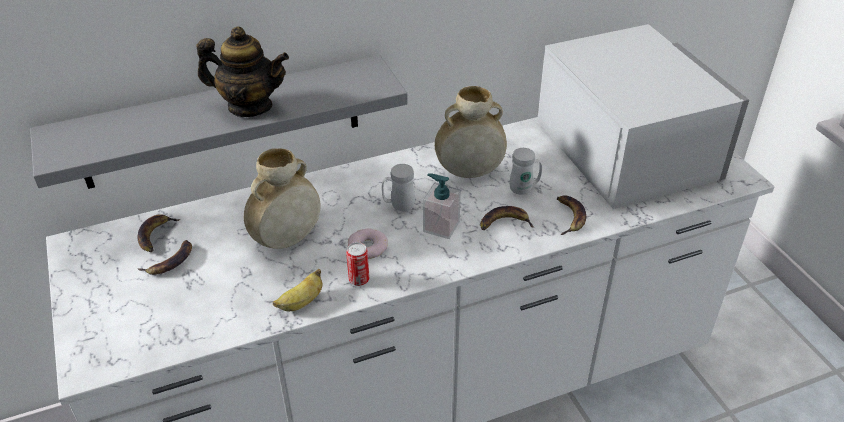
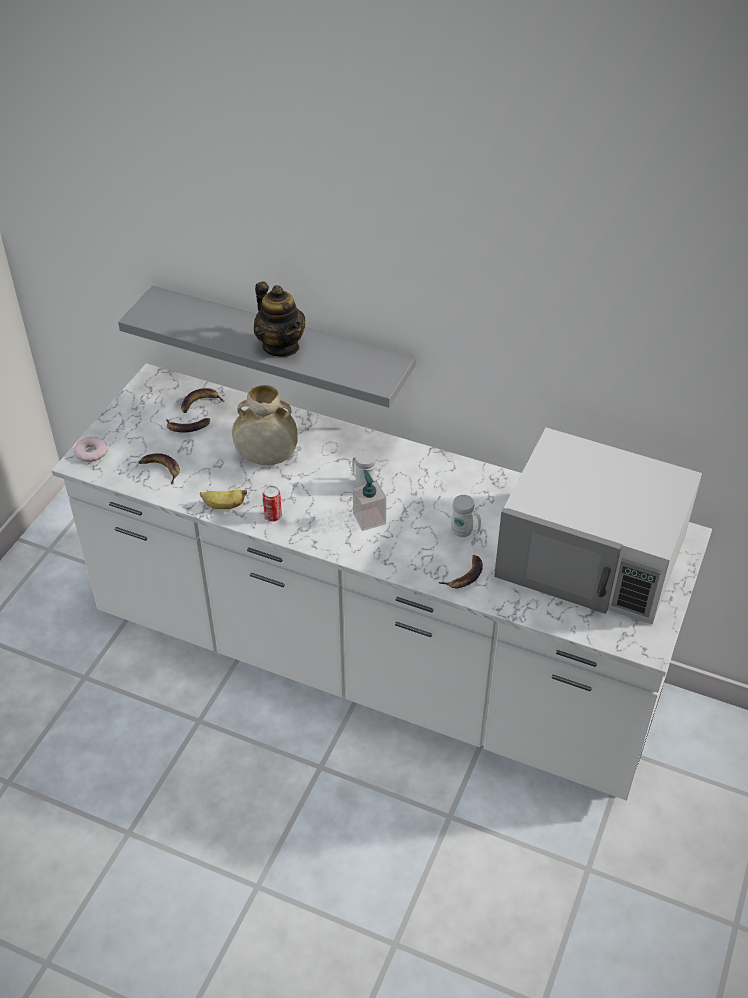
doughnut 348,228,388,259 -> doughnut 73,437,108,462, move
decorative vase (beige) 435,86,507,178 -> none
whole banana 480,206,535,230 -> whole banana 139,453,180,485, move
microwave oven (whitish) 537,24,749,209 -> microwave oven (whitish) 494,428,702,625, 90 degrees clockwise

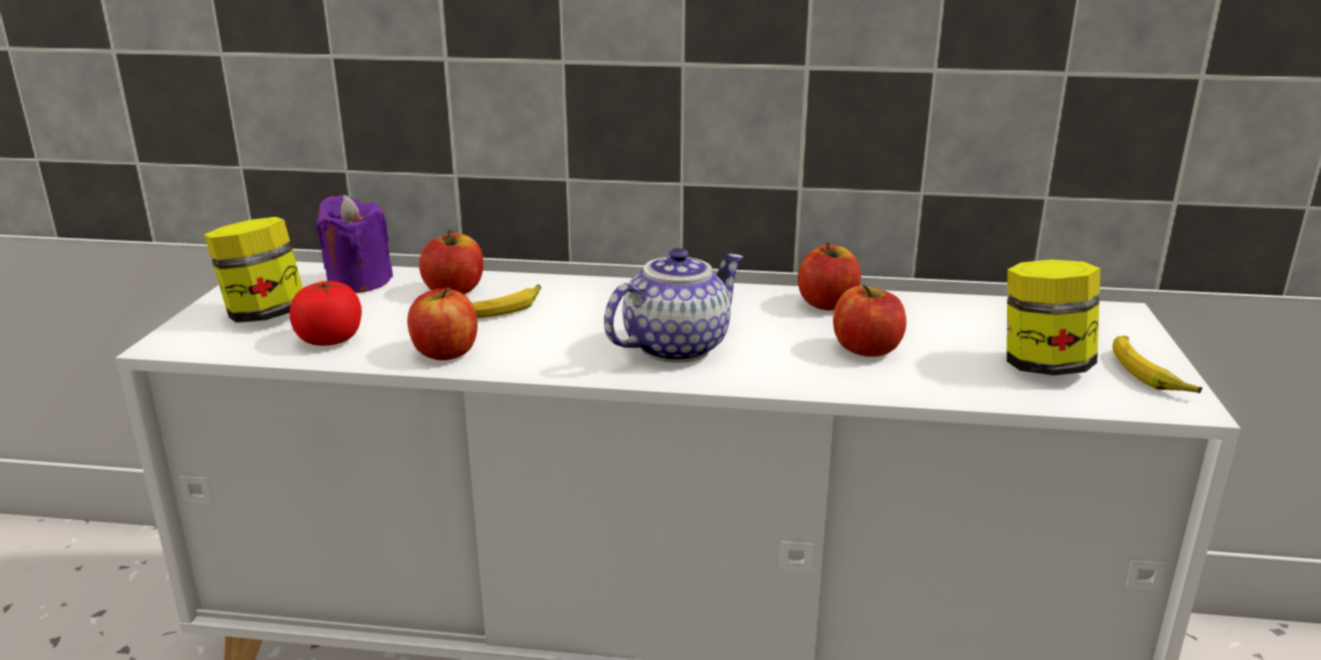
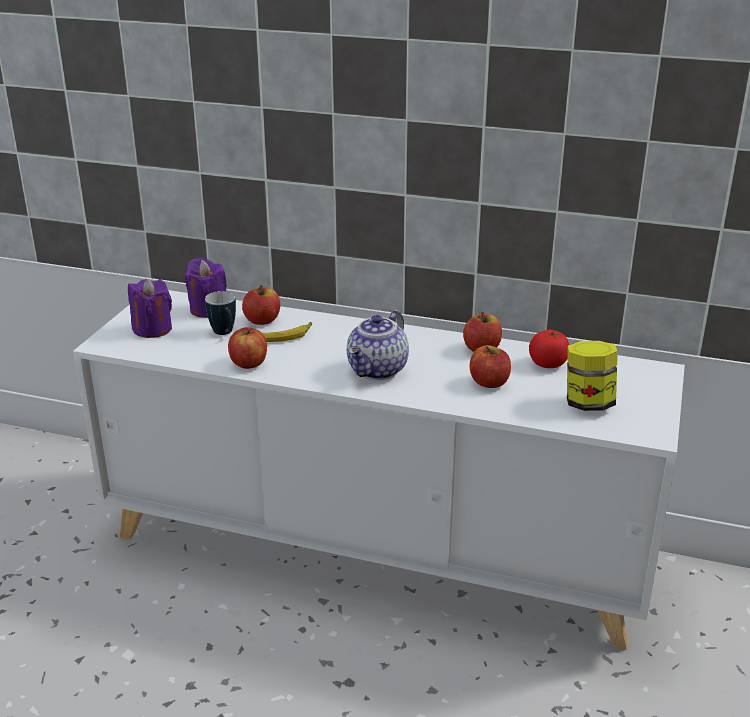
preserve jar 204,217,303,323 -> wax light (purple) 128,279,172,338
tomato 289,281,362,346 -> tomato 529,330,569,368, move
pot for tea 604,248,744,363 -> pot for tea 347,310,409,380, 150 degrees clockwise
whole banana 1113,336,1202,393 -> none
none -> coffee mug 205,291,236,335

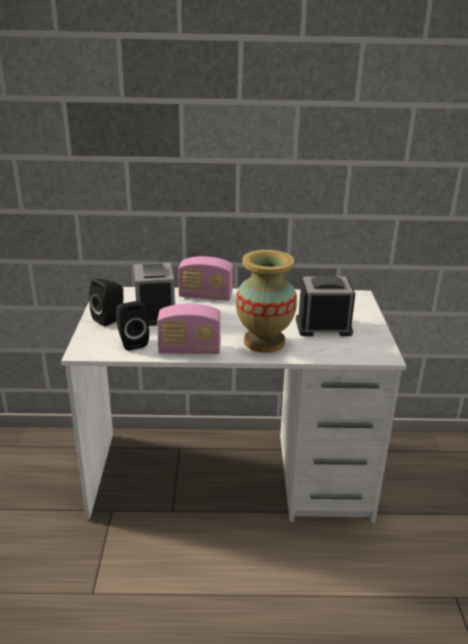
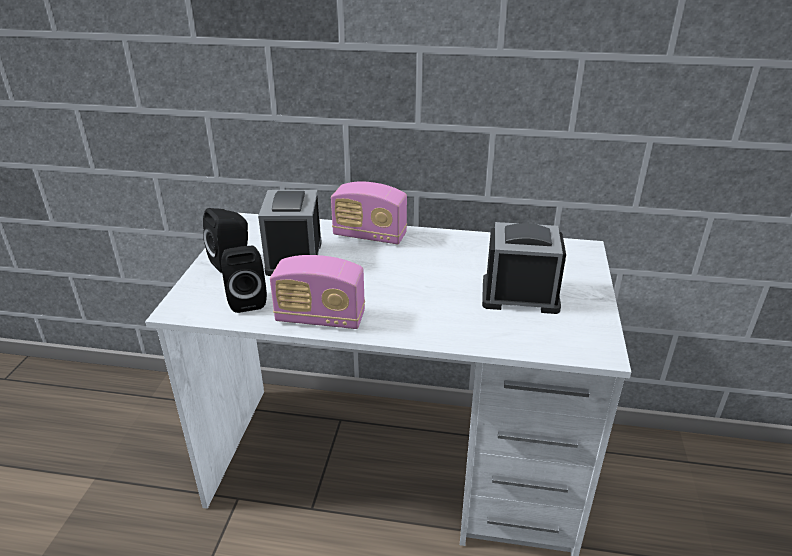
decorative vase 236,250,297,353 -> none

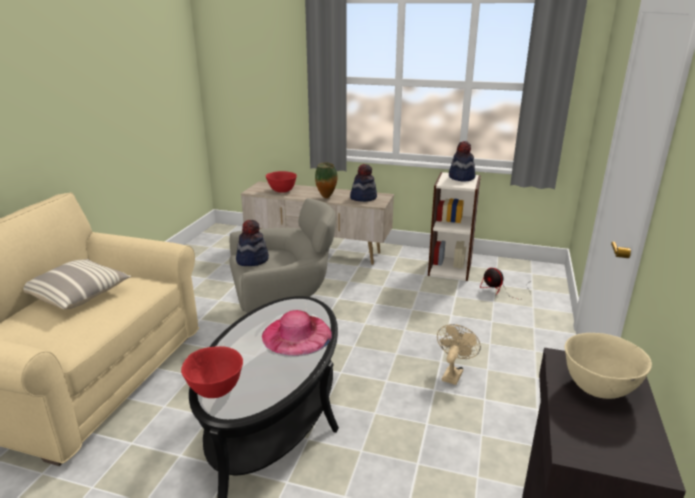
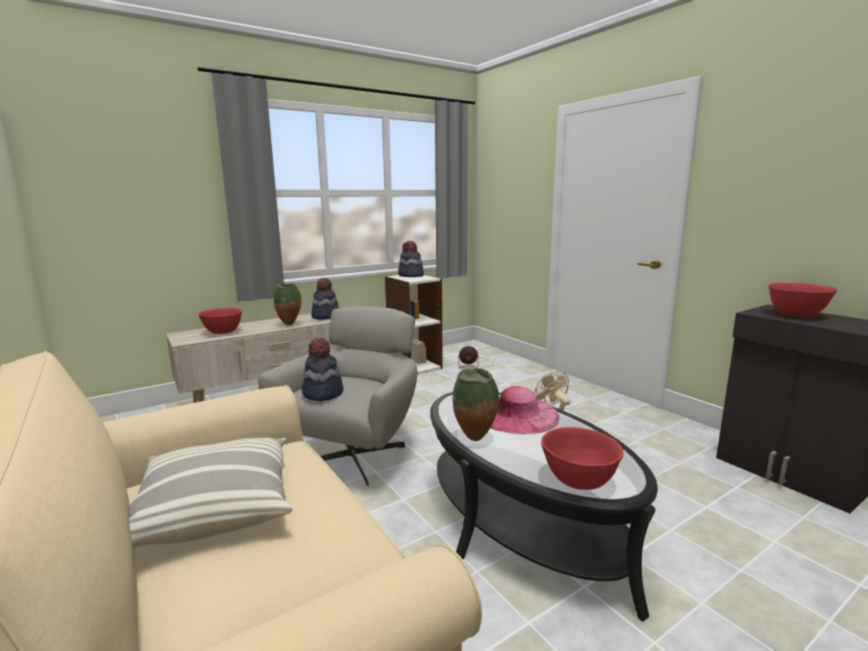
bowl (beige) 564,333,652,399 -> bowl (red-coloured) 769,283,837,317
none -> decorative vase 453,368,499,441

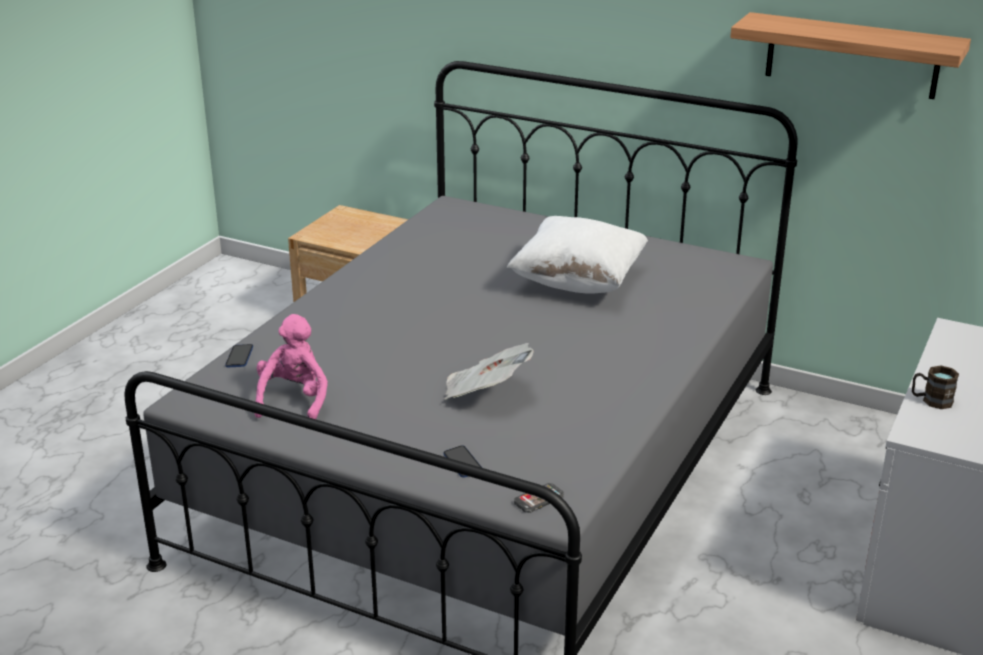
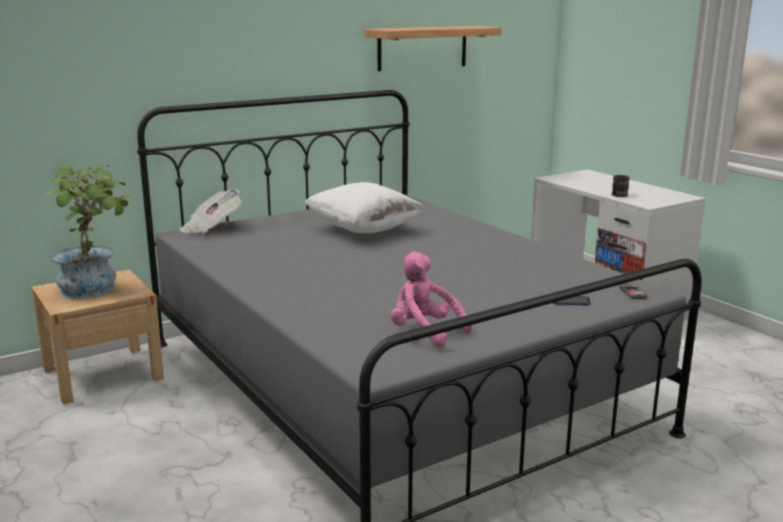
phone 225,344,253,367 -> none
newspaper 444,343,534,399 -> newspaper 180,189,242,233, move
none -> plant in a pot 45,165,135,299

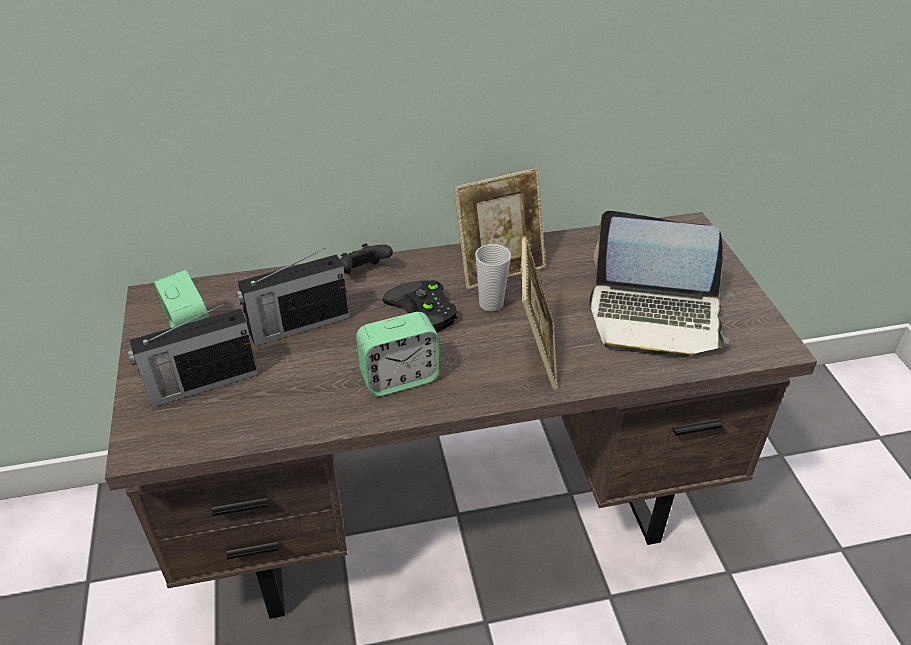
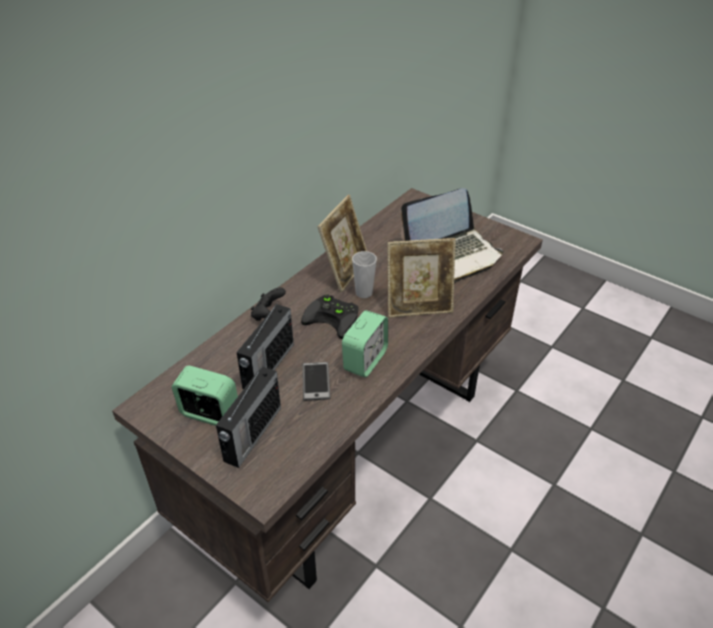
picture frame 520,236,558,390 -> picture frame 387,238,456,318, 120 degrees clockwise
none -> phone 302,362,330,401

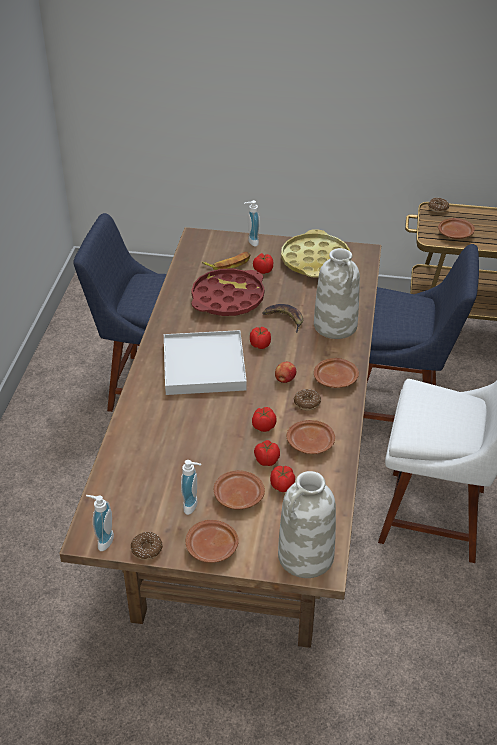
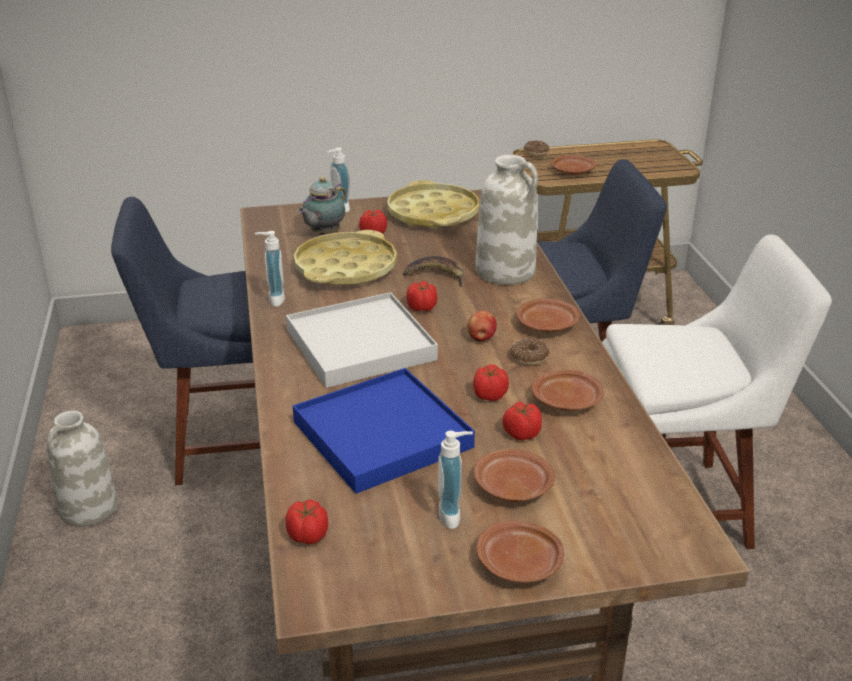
soap bottle 86,495,114,551 -> soap bottle 255,231,285,307, move
doughnut 131,532,163,560 -> none
serving tray (red-coloured) 191,269,264,316 -> serving tray (yellow) 294,230,397,285
whole banana 202,252,251,270 -> pot for tea 297,177,346,235
tomato 270,466,295,492 -> tomato 285,499,328,544, move
decorative vase (whitish) 278,471,336,578 -> decorative vase (whitish) 47,411,117,527, move
none -> serving tray (bluish) 293,368,475,494

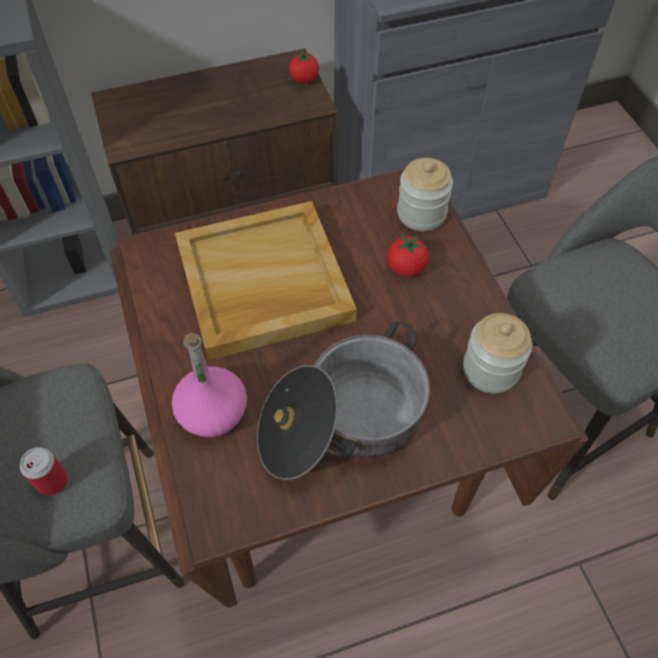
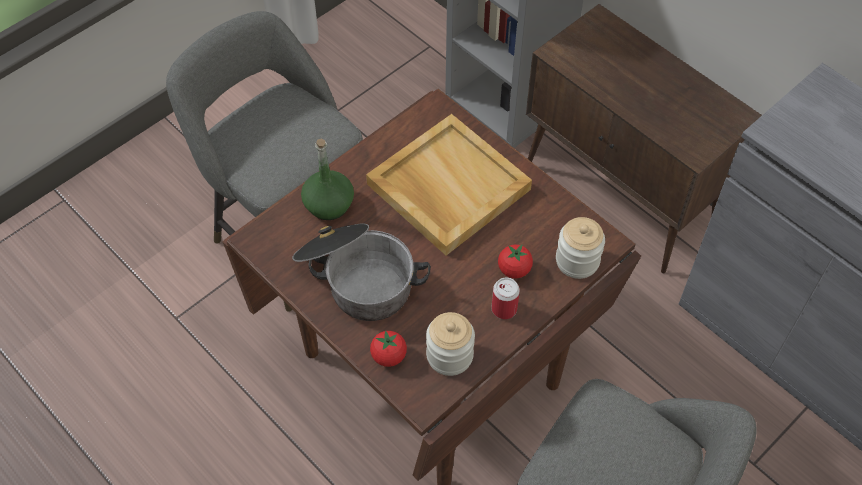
can 20,447,68,496 -> can 492,277,520,319, move
drink bottle (pink) 172,333,247,437 -> drink bottle (green-coloured) 301,139,354,220
tomato 289,51,319,83 -> tomato 370,330,407,367, move

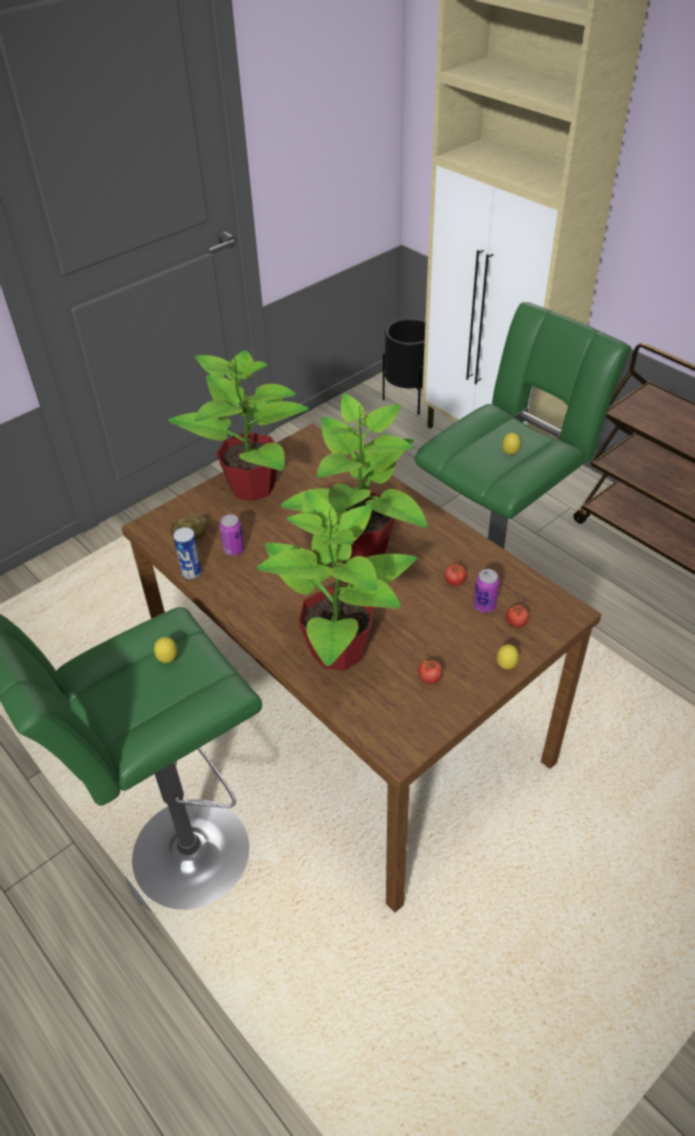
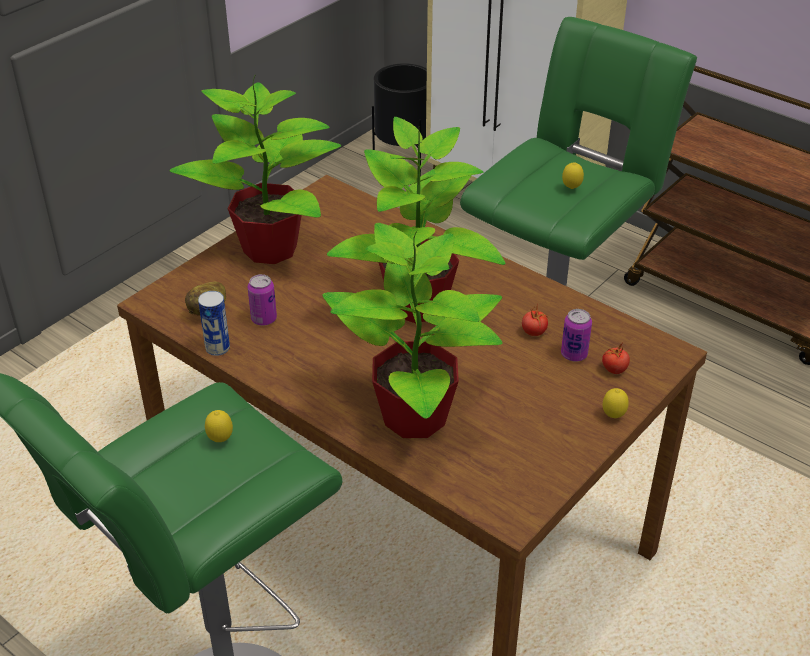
tomato 418,660,443,684 -> none

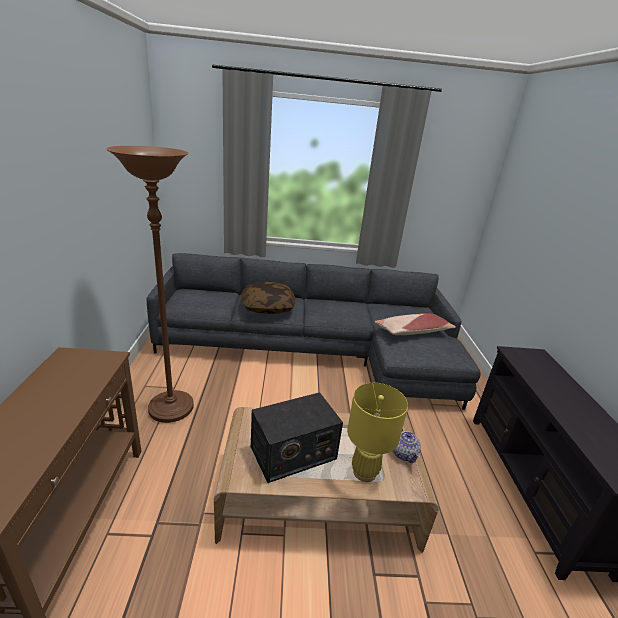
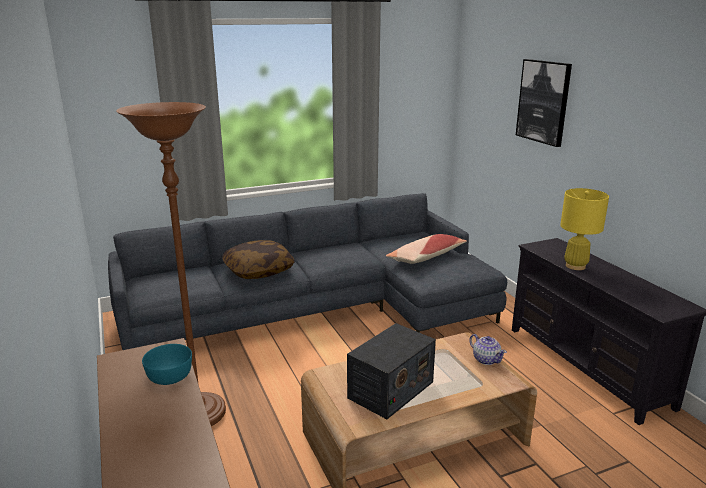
lamp for a table (yellow) 347,383,408,482 -> lamp for a table (yellow) 560,188,609,270, move
none -> bowl (turquoise) 142,344,192,385
none -> wall picture 516,59,572,147

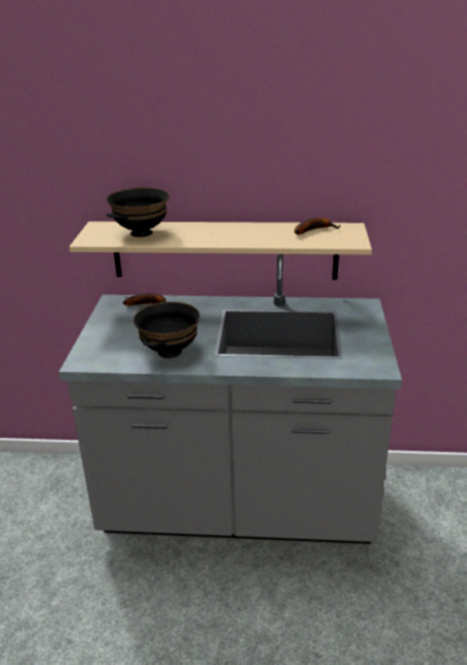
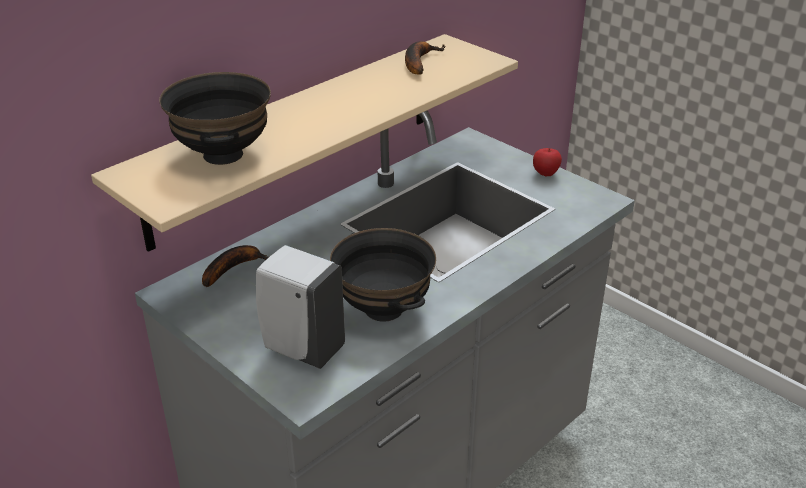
none -> soap bottle (whitish) 256,245,345,369
none -> apple fruit 533,148,562,176

